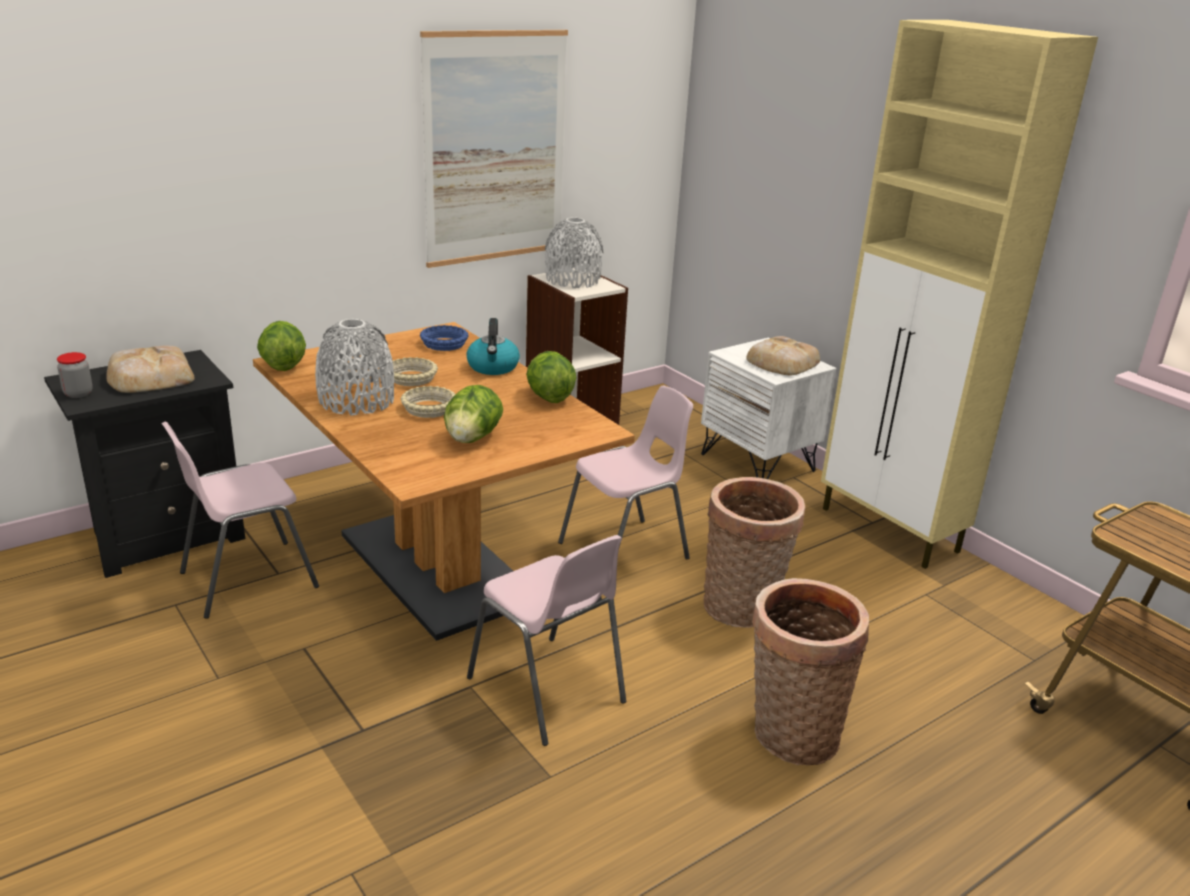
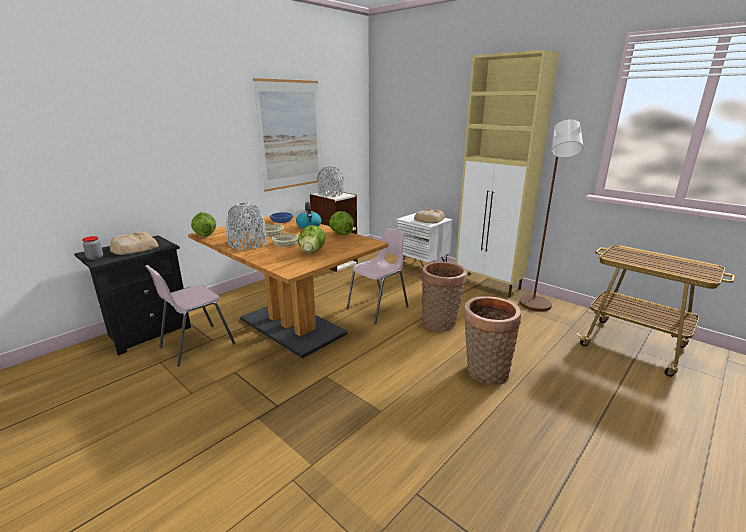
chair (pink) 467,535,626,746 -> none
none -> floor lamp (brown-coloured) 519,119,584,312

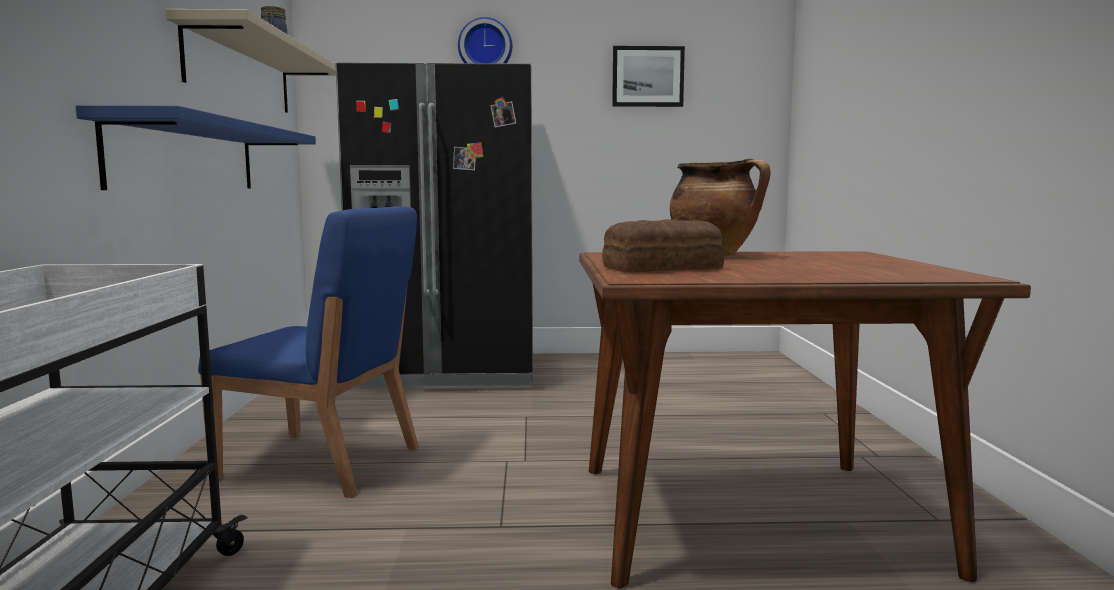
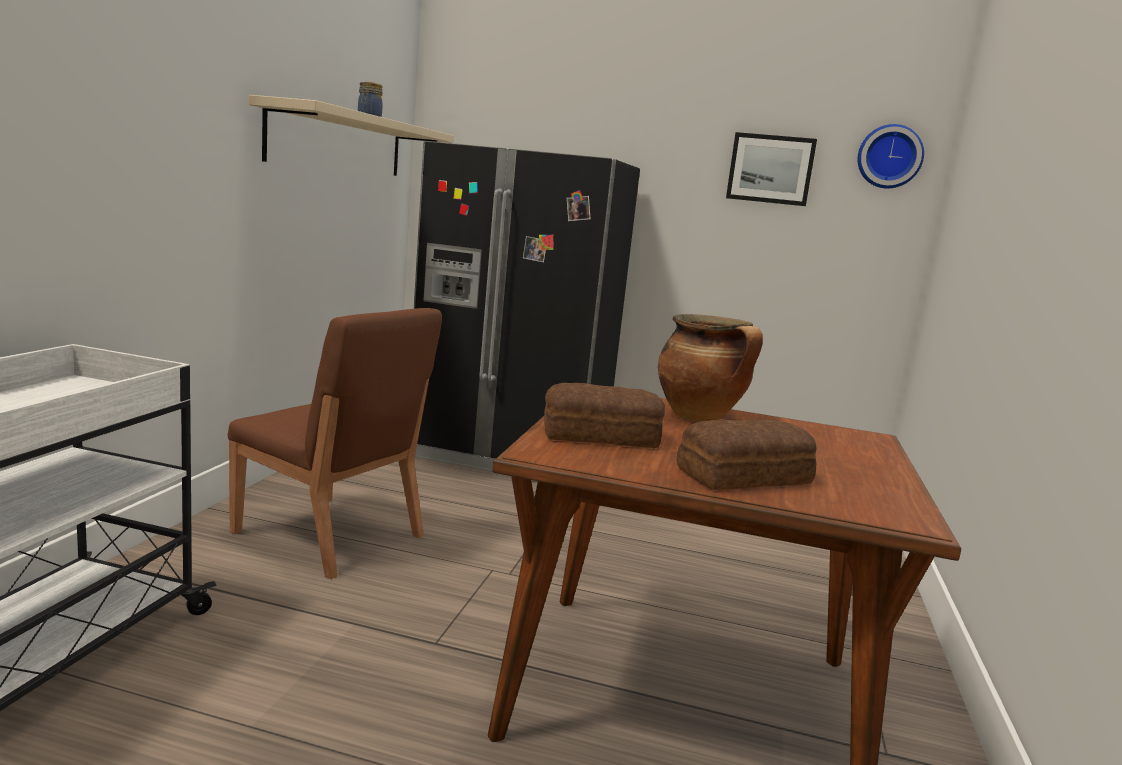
wall shelf (bluish) 76,105,316,190 -> none
chair (bluish) 198,206,419,498 -> chair (brown-coloured) 228,308,442,579
wall clock 458,17,512,63 -> wall clock 858,124,924,188, move
none -> bakery bread 676,419,817,490

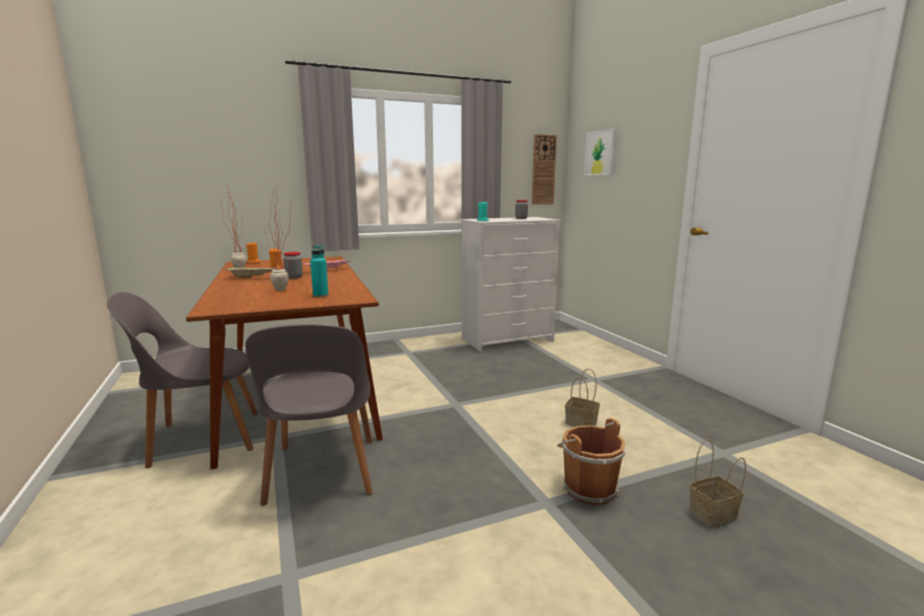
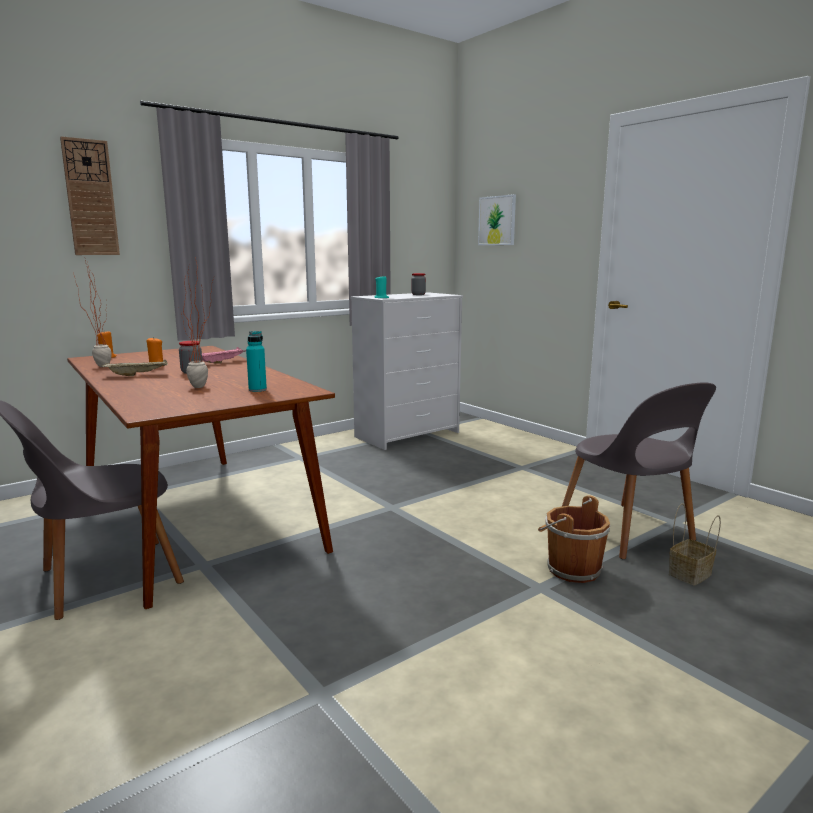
chair (grey) 245,324,373,506 -> chair (grey) 562,383,716,559, move
wall clock 532,134,557,205 -> wall clock 60,136,120,255, move
household basket 565,369,600,427 -> none

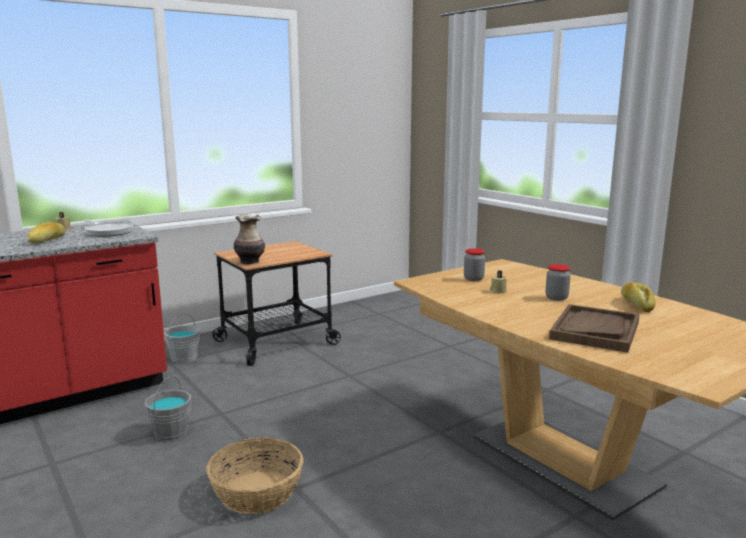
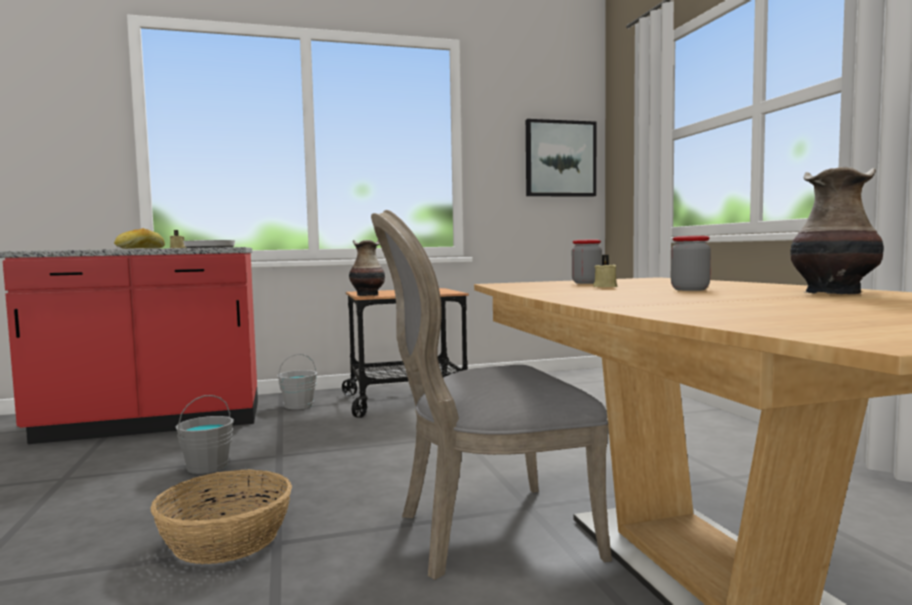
serving tray (brown-coloured) 549,304,640,353 -> none
bakery bread 621,282,656,312 -> decorative vase 790,167,884,294
none -> chair (grey) 371,210,612,580
none -> wall picture 526,119,596,197

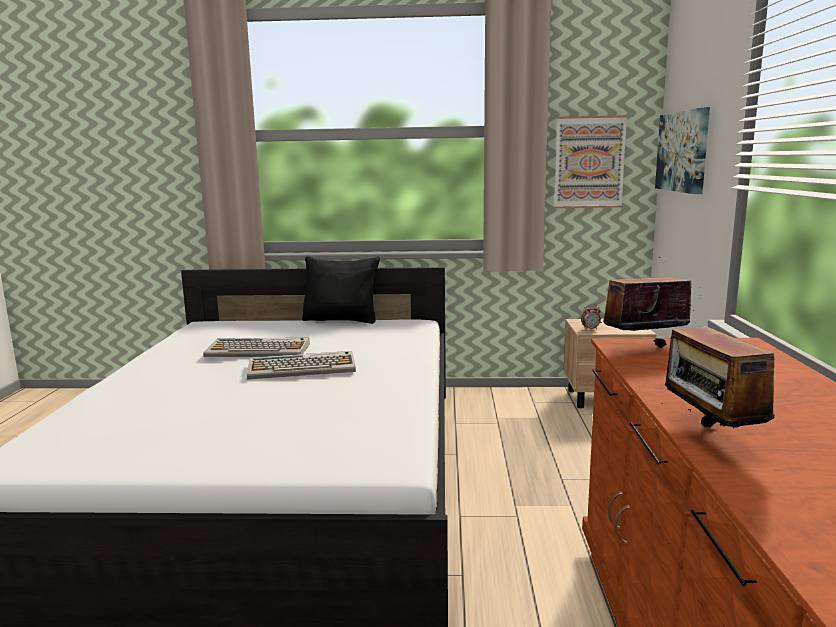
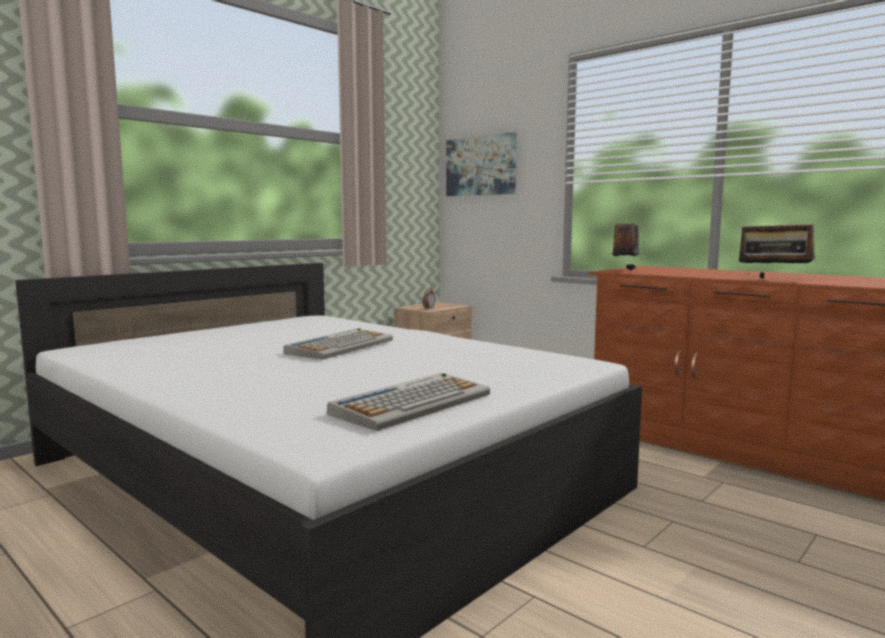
computer keyboard 203,338,310,357 -> computer keyboard 327,373,490,431, move
pillow (black) 302,256,380,324 -> none
wall picture 554,115,628,208 -> none

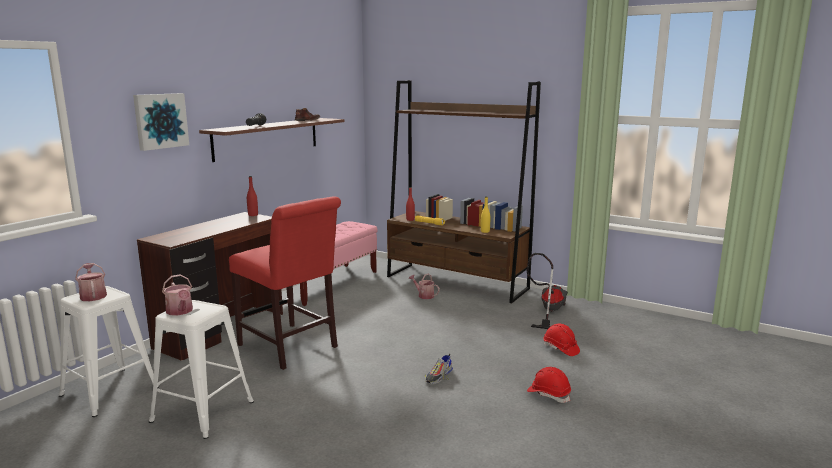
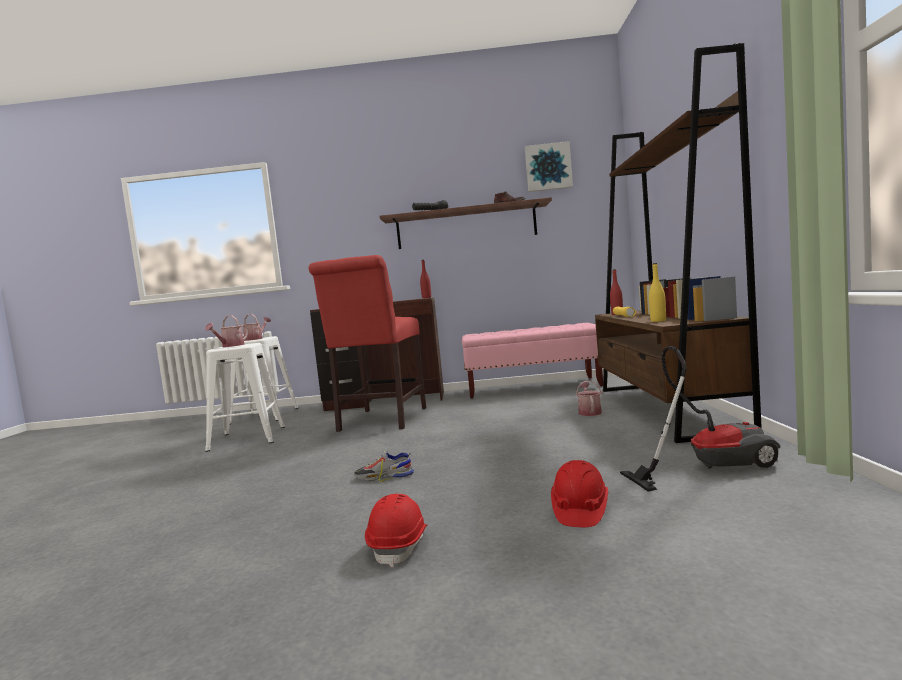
wall picture 133,93,189,151 -> wall picture 525,141,573,192, move

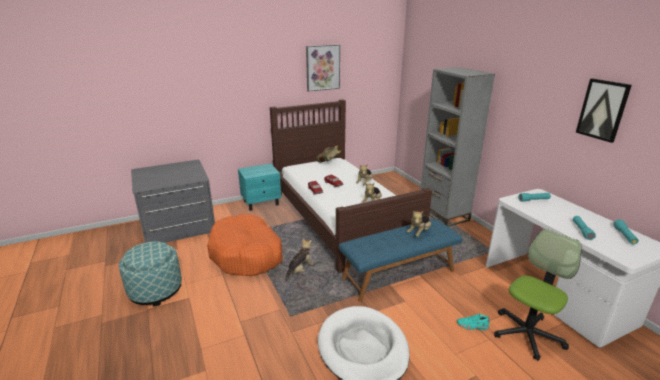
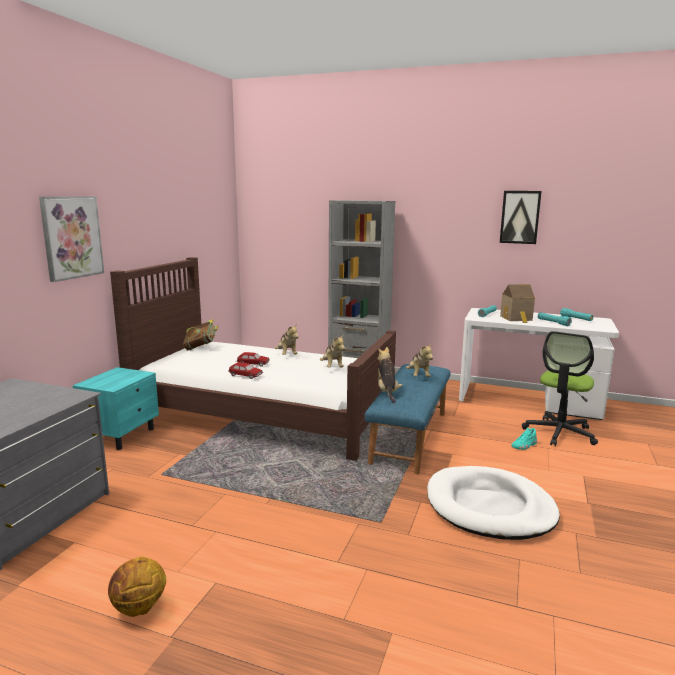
footrest 119,241,182,307 -> basketball 108,556,166,617
dog cushion (orange) 207,214,283,276 -> none
soft toy 285,239,314,281 -> soft toy 378,347,402,403, move
wall picture 306,45,340,92 -> wall picture 39,196,104,282, move
office chair 494,229,581,361 -> office chair 522,331,598,446, 150 degrees counterclockwise
none -> toy house 500,284,535,323

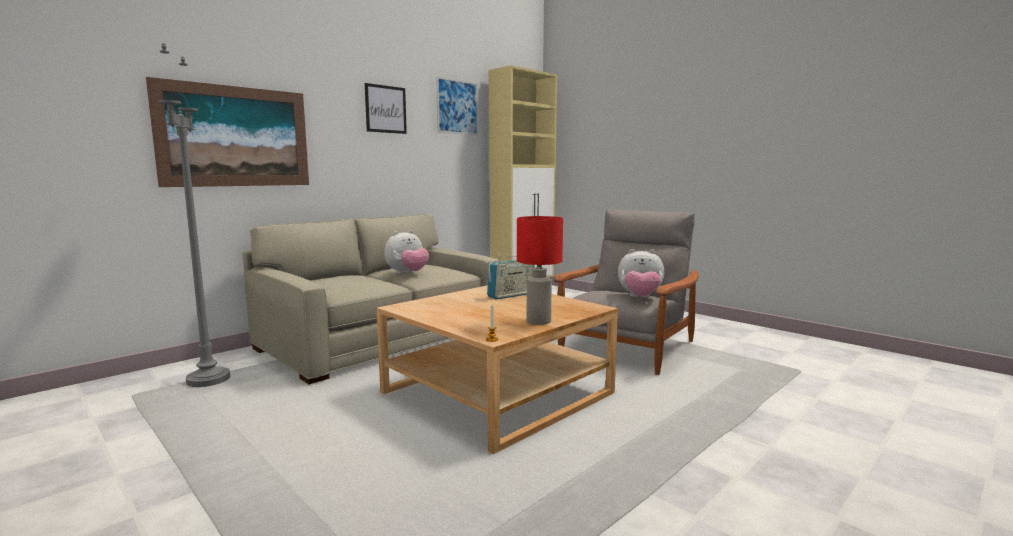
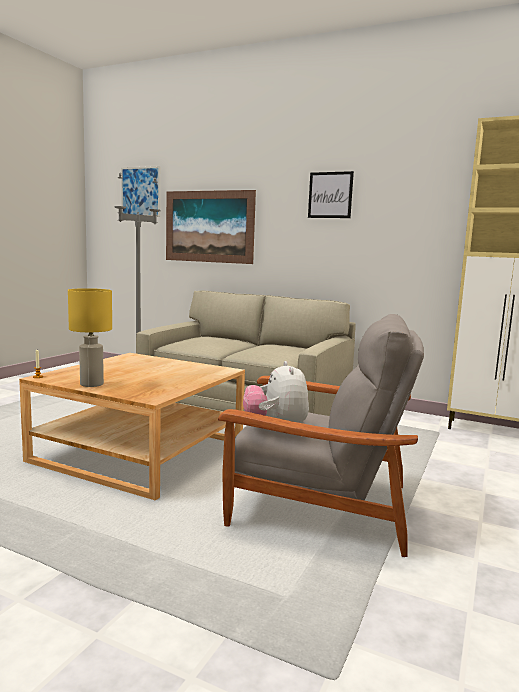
soft toy 384,230,429,274 -> none
wall picture 436,77,478,135 -> wall picture 121,166,160,217, move
radio 487,254,534,299 -> none
lamp for a table (red-coloured) 517,216,563,325 -> lamp for a table (yellow) 68,288,112,387

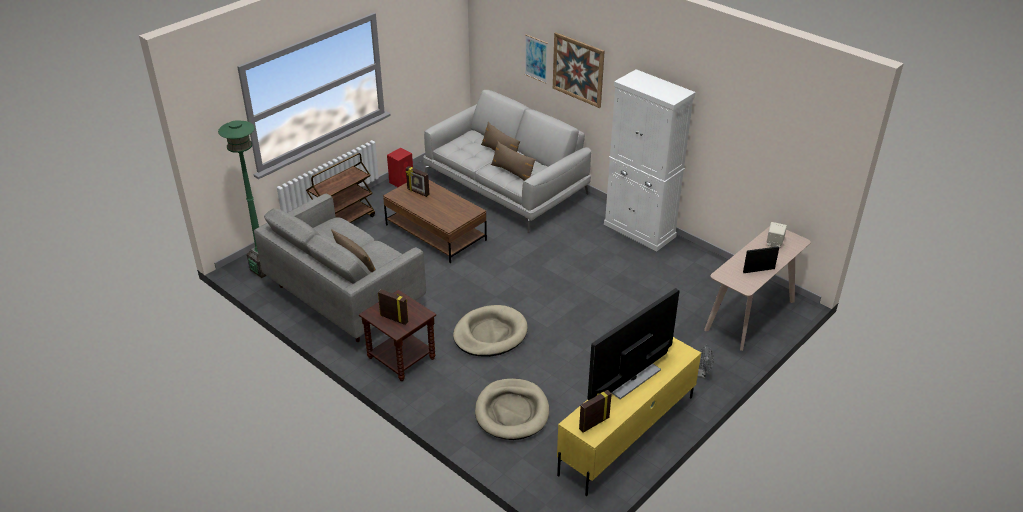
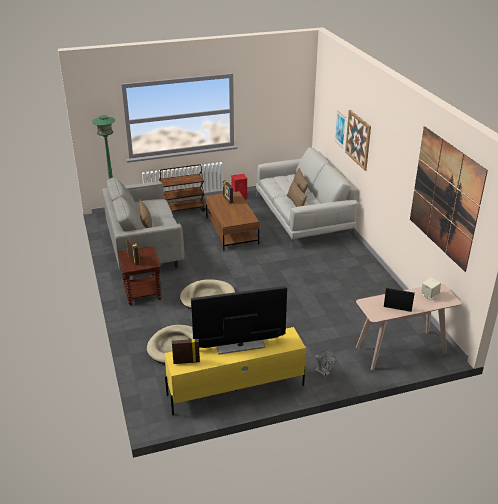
cabinet (whitish) 604,69,696,251 -> none
none -> wall picture 410,126,488,272

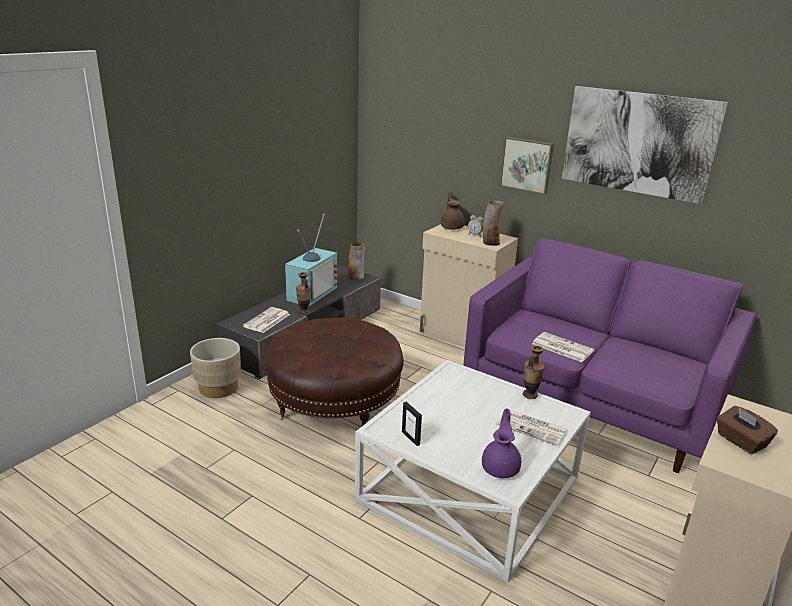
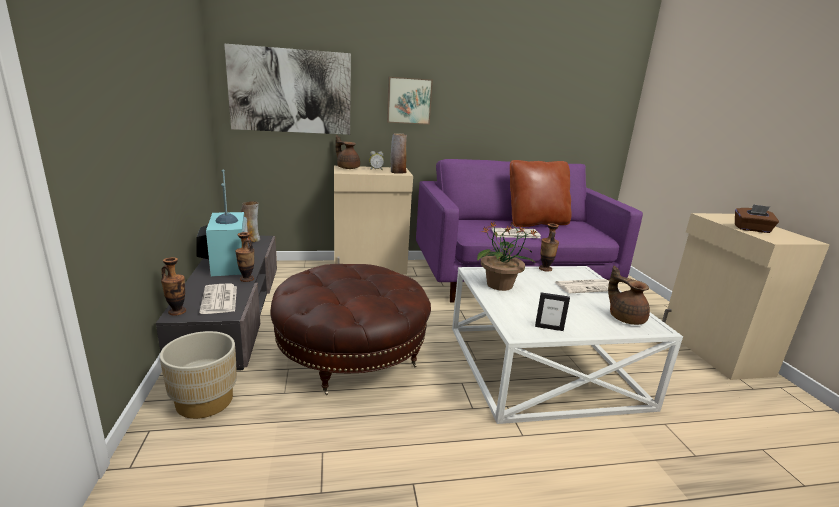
pot for tea (purple) 482,408,521,478 -> pot for tea (brown-coloured) 608,266,650,325
wall picture 562,86,728,204 -> wall picture 224,43,351,135, move
none -> decorative vase 161,257,186,316
none -> plant in a pot 477,221,537,291
none -> pillow (brown-coloured) 510,160,571,227

